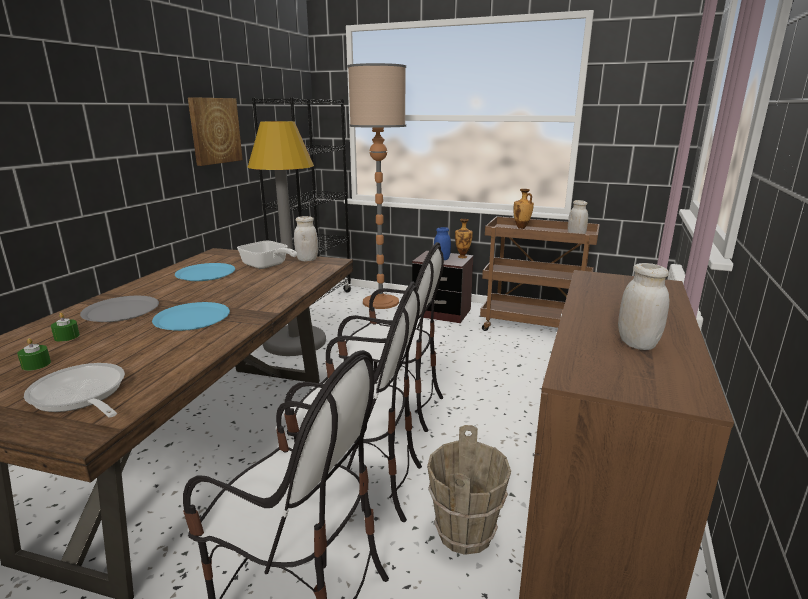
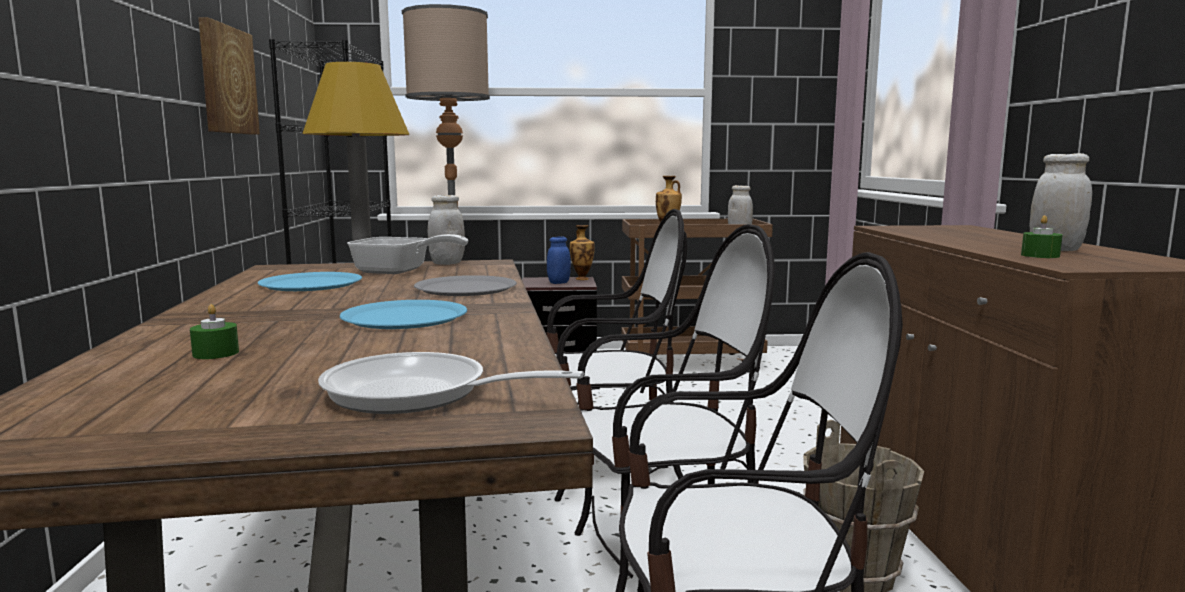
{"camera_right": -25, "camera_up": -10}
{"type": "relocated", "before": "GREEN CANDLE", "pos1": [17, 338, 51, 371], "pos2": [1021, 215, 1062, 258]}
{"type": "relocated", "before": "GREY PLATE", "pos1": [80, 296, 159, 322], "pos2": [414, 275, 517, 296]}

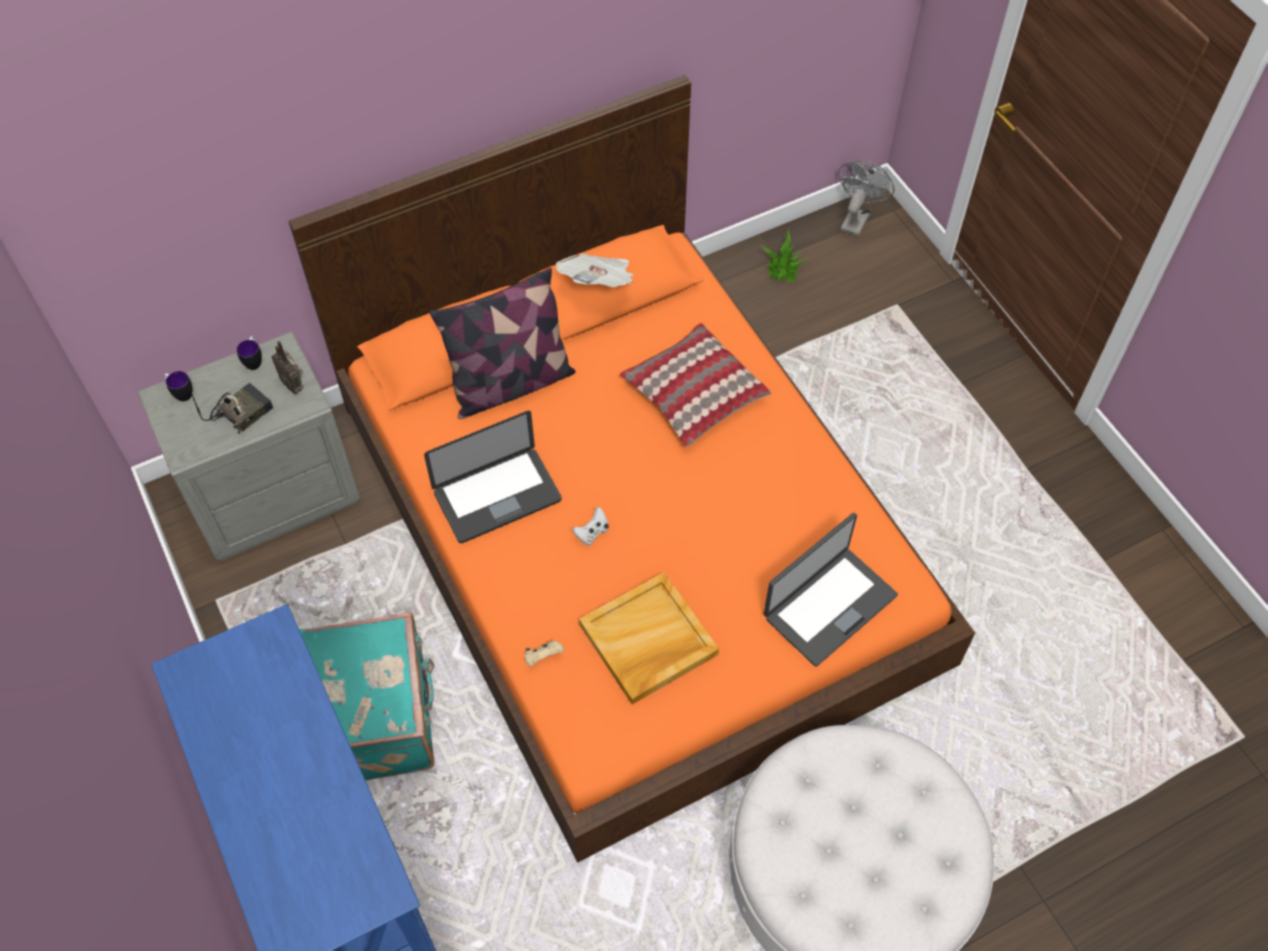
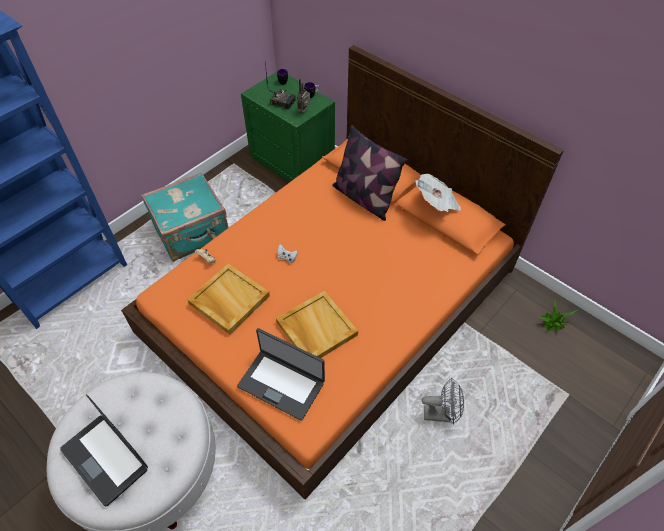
{"camera_right": 70, "camera_up": -5}
{"type": "colour", "before": "GREY NIGHTSTAND", "after": "GREEN NIGHTSTAND", "pos1": [137, 331, 361, 561], "pos2": [241, 72, 335, 183]}
{"type": "relocated", "before": "LAPTOP", "pos1": [424, 411, 562, 543], "pos2": [60, 395, 148, 506]}
{"type": "missing", "before": "PILLOW", "pos1": [620, 323, 771, 447]}
{"type": "relocated", "before": "GREY FAN", "pos1": [838, 160, 894, 237], "pos2": [422, 378, 464, 425]}
{"type": "appeared", "after": "BEIGE TRAY", "pos2": [276, 290, 358, 358]}

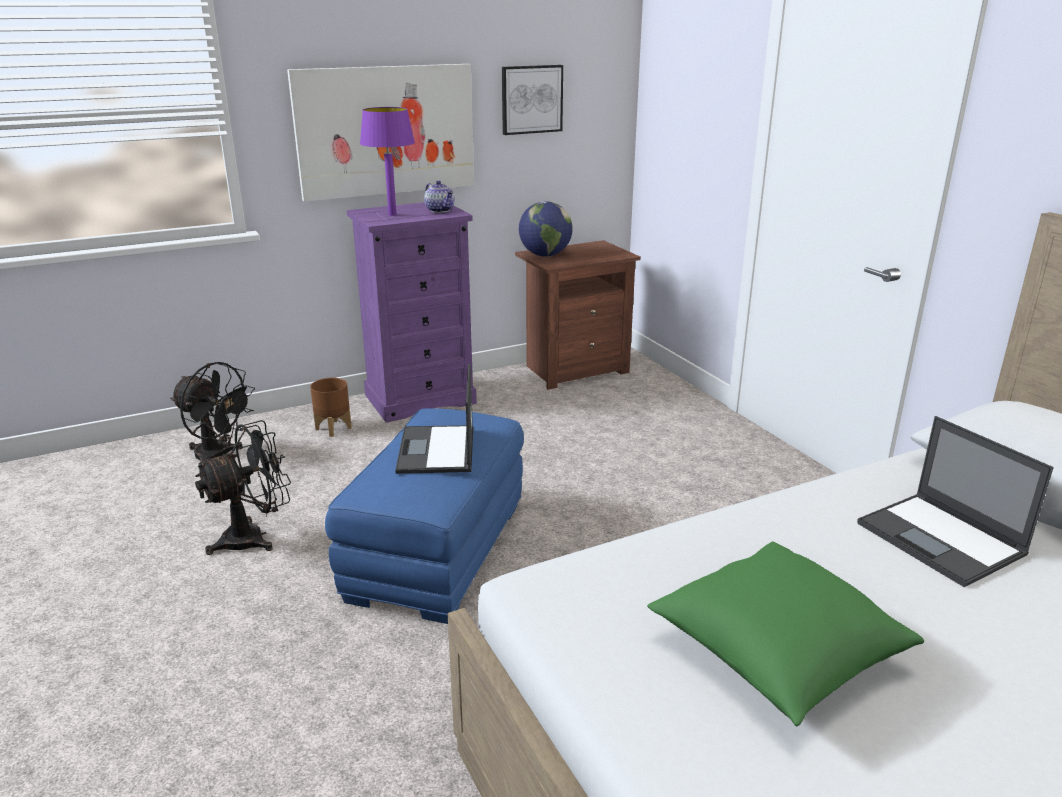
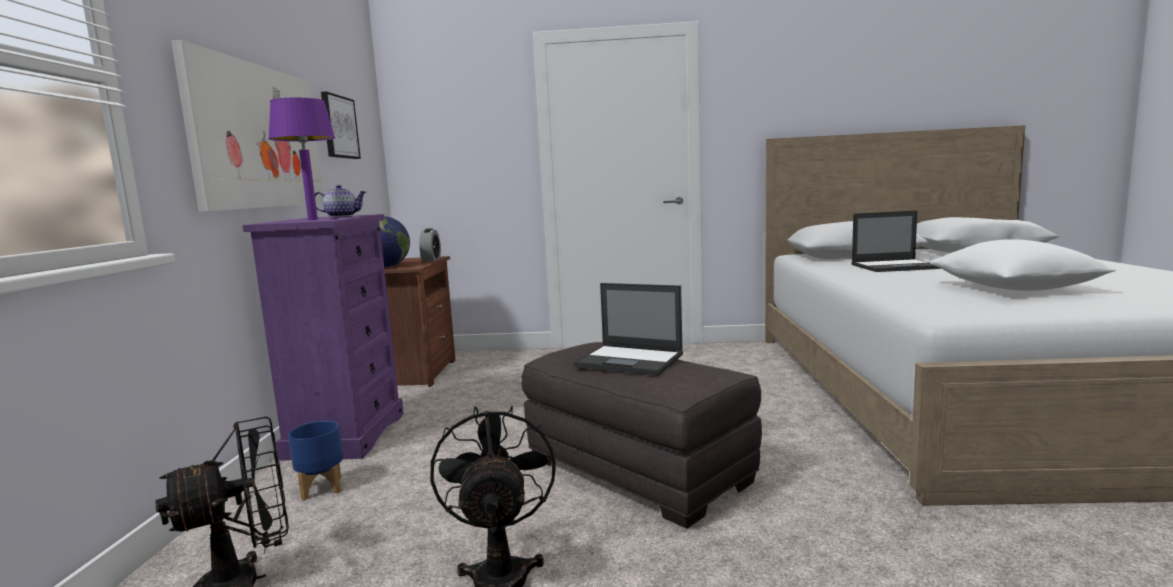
{"camera_right": -60, "camera_up": -15}
{"type": "colour", "before": "BROWN PLANTER", "after": "BLUE PLANTER", "pos1": [310, 378, 352, 437], "pos2": [288, 420, 343, 500]}
{"type": "colour", "before": "BLUE OTTOMAN", "after": "GREY OTTOMAN", "pos1": [325, 408, 524, 624], "pos2": [521, 342, 762, 528]}
{"type": "colour", "before": "GREEN PILLOW", "after": "WHITE PILLOW", "pos1": [647, 542, 924, 726], "pos2": [930, 239, 1115, 291]}
{"type": "appeared", "after": "ALARM CLOCK", "pos2": [419, 228, 441, 261]}

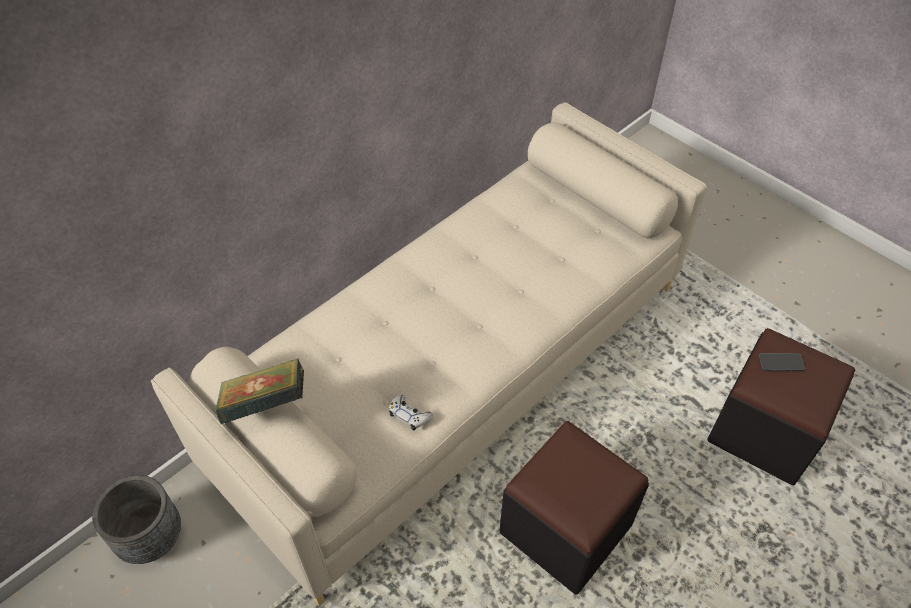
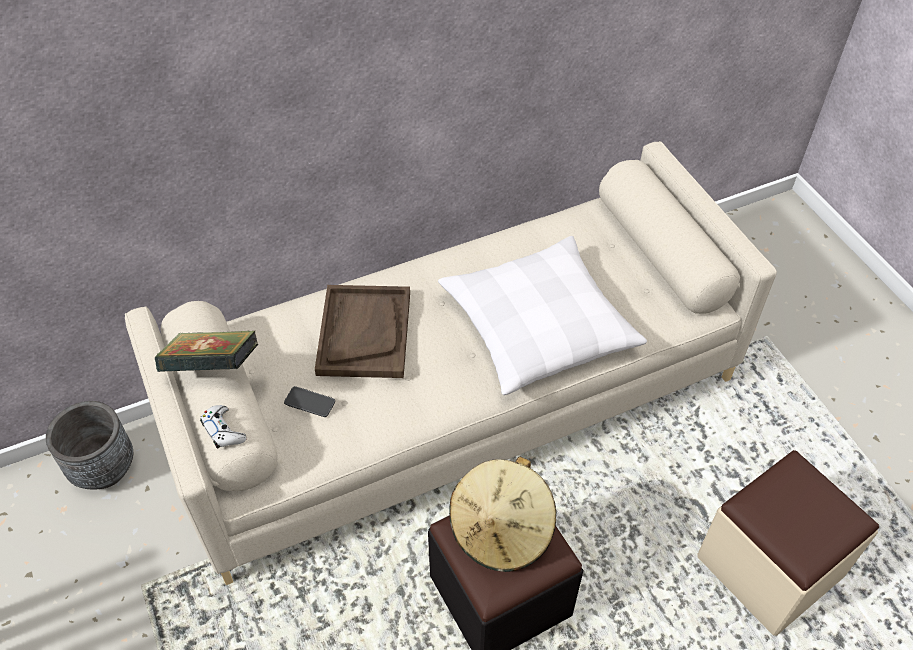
{"camera_right": 20, "camera_up": 0}
{"type": "relocated", "before": "WHITE GAME CONTROLLER", "pos1": [389, 395, 433, 431], "pos2": [200, 405, 246, 449]}
{"type": "colour", "before": "BLACK OTTOMAN", "after": "BEIGE OTTOMAN", "pos1": [707, 328, 855, 485], "pos2": [697, 450, 879, 636]}
{"type": "relocated", "before": "PHONE", "pos1": [758, 353, 805, 371], "pos2": [284, 386, 335, 417]}
{"type": "appeared", "after": "BROWN TRAY", "pos2": [315, 285, 410, 378]}
{"type": "appeared", "after": "WHITE PILLOW", "pos2": [438, 236, 647, 395]}
{"type": "appeared", "after": "BEIGE HAT", "pos2": [449, 457, 556, 572]}

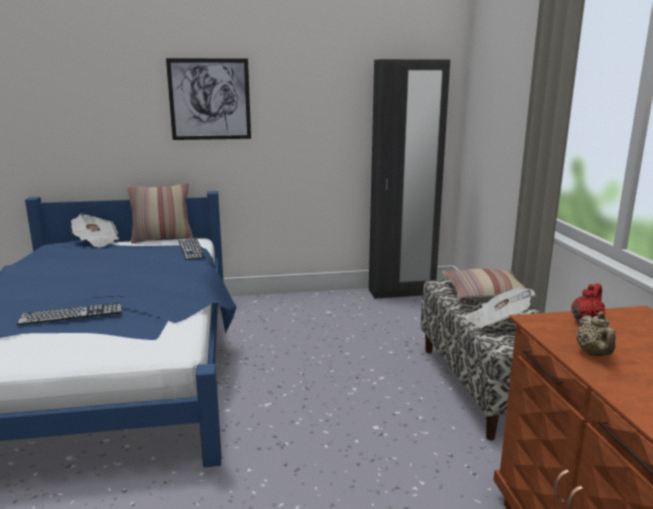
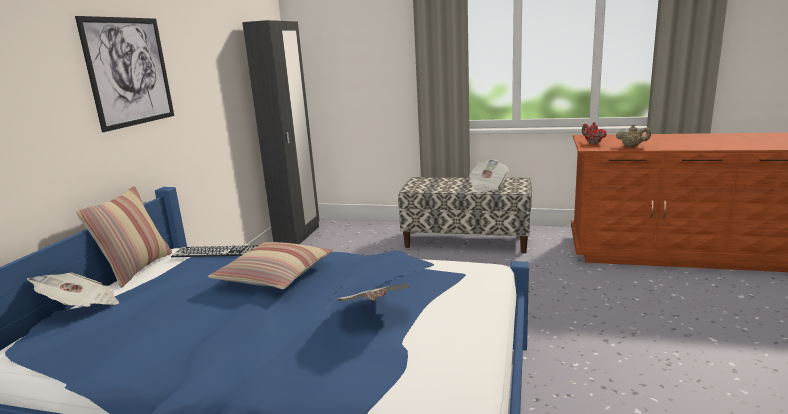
{"camera_right": -65, "camera_up": 0}
{"type": "exchanged", "before": "KEYBOARD", "after": "NEWSPAPER", "pos1": [17, 303, 121, 326], "pos2": [337, 284, 410, 301]}
{"type": "relocated", "before": "PILLOW", "pos1": [442, 269, 537, 301], "pos2": [208, 242, 333, 289]}

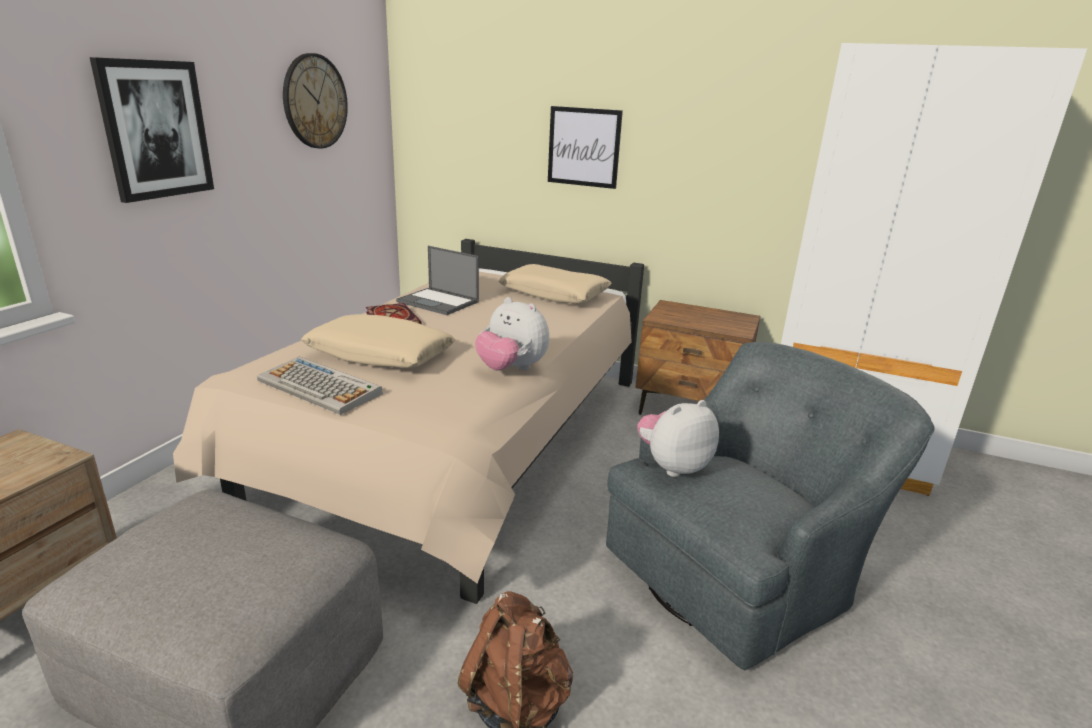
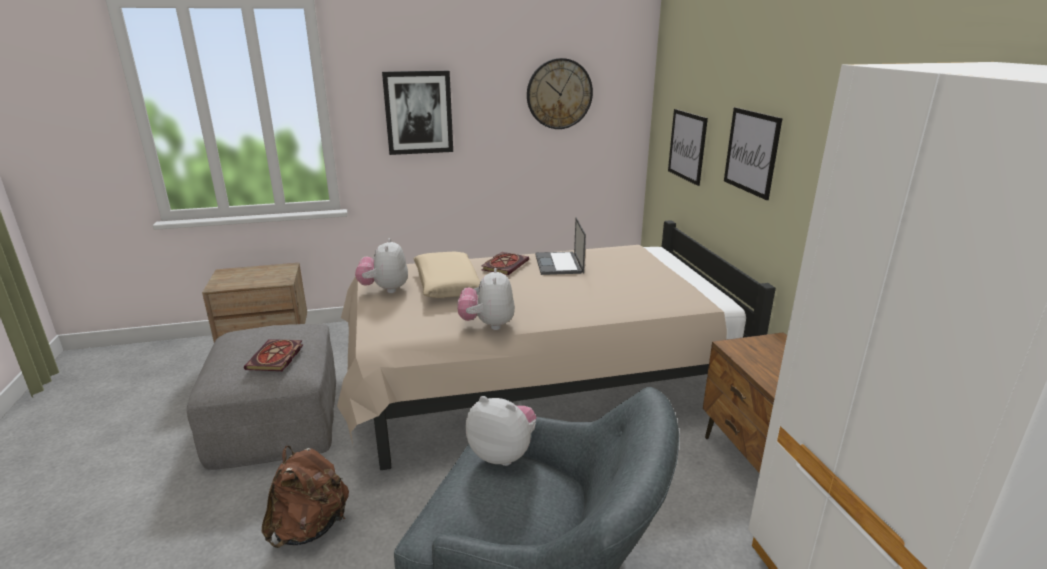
{"camera_right": 55, "camera_up": 0}
{"type": "exchanged", "before": "KEYBOARD", "after": "PLUSH TOY", "pos1": [257, 357, 383, 415], "pos2": [355, 238, 408, 293]}
{"type": "missing", "before": "BEIGE PILLOW", "pos1": [498, 264, 612, 303]}
{"type": "appeared", "after": "BOOK", "pos2": [244, 339, 303, 371]}
{"type": "appeared", "after": "PICTURE", "pos2": [668, 109, 708, 186]}

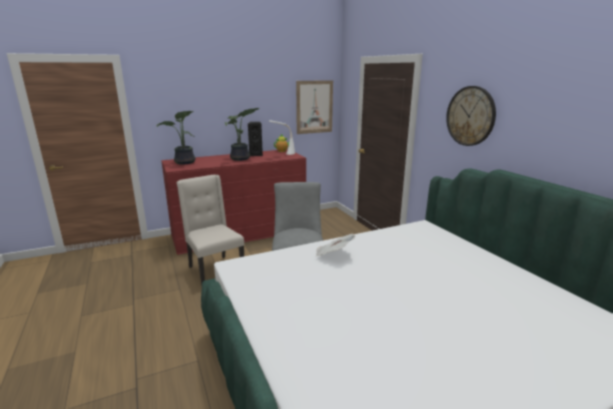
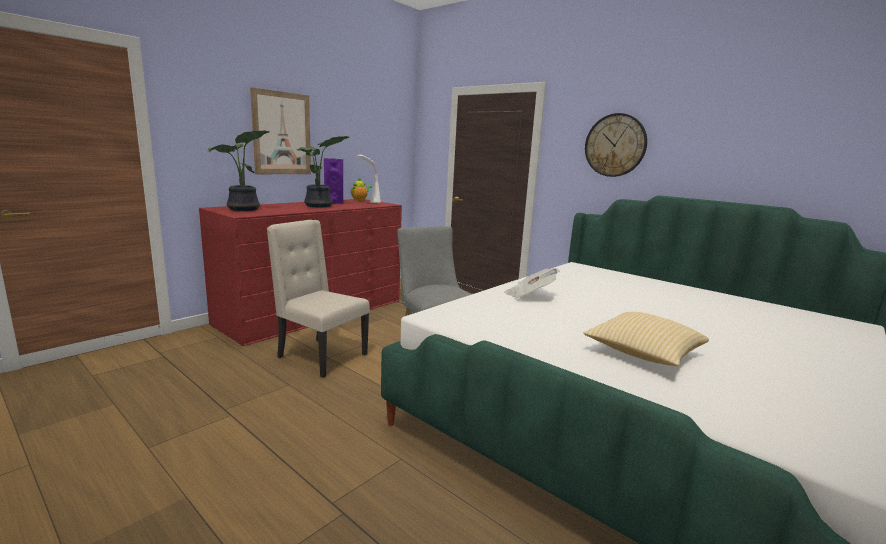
{"camera_right": -25, "camera_up": -5}
{"type": "colour", "before": "BLACK SPEAKER", "after": "PURPLE SPEAKER", "pos1": [248, 122, 263, 156], "pos2": [324, 158, 343, 204]}
{"type": "relocated", "before": "PICTURE", "pos1": [296, 80, 333, 134], "pos2": [250, 87, 311, 174]}
{"type": "appeared", "after": "PILLOW", "pos2": [583, 312, 709, 366]}

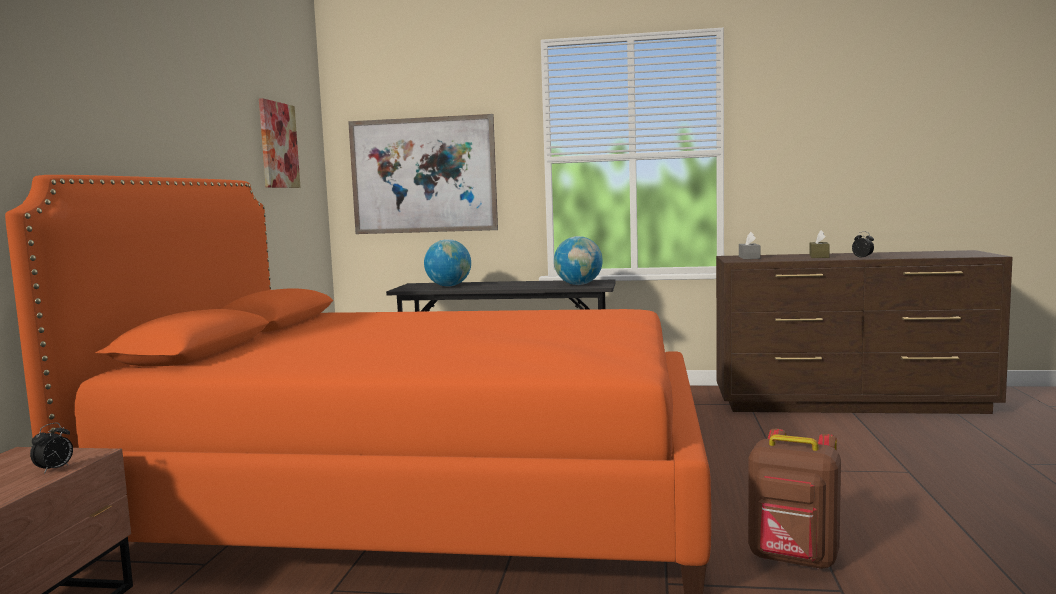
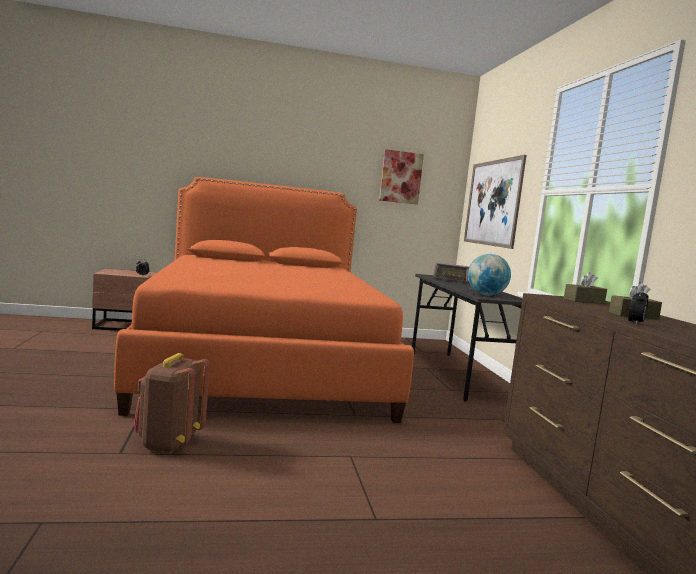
{"camera_right": 70, "camera_up": 0}
{"type": "exchanged", "before": "GLOBE", "after": "RADIO", "pos1": [424, 239, 471, 286], "pos2": [433, 262, 469, 282]}
{"type": "colour", "before": "GREY TISSUE BOX", "after": "BROWN TISSUE BOX", "pos1": [739, 232, 760, 259], "pos2": [564, 272, 607, 304]}

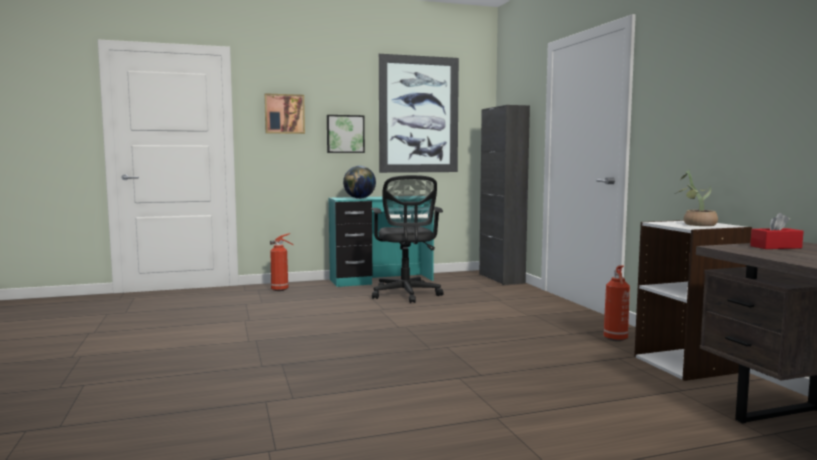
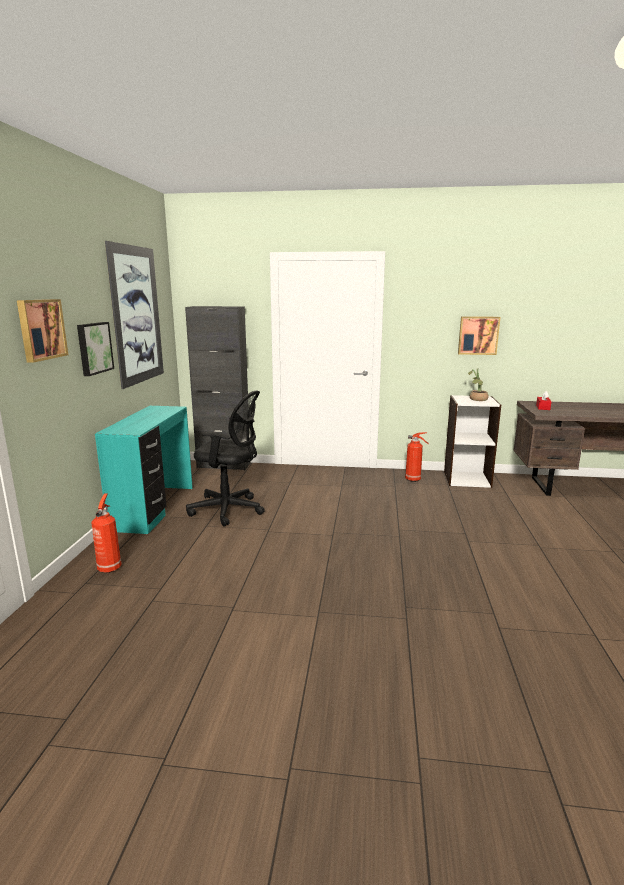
{"camera_right": -65, "camera_up": 10}
{"type": "missing", "before": "GLOBE", "pos1": [343, 166, 376, 199]}
{"type": "appeared", "after": "PICTURE", "pos2": [458, 316, 501, 355]}

